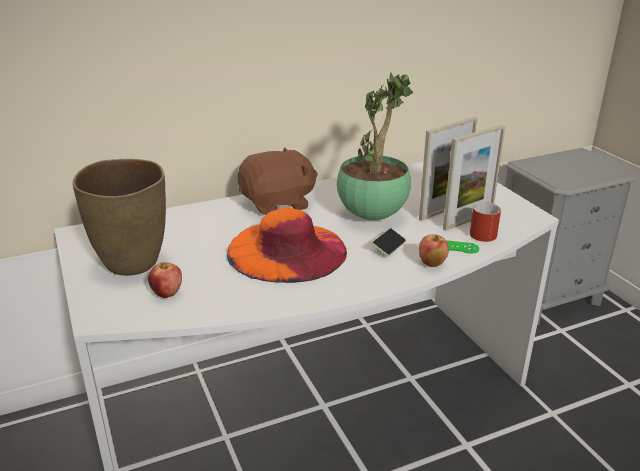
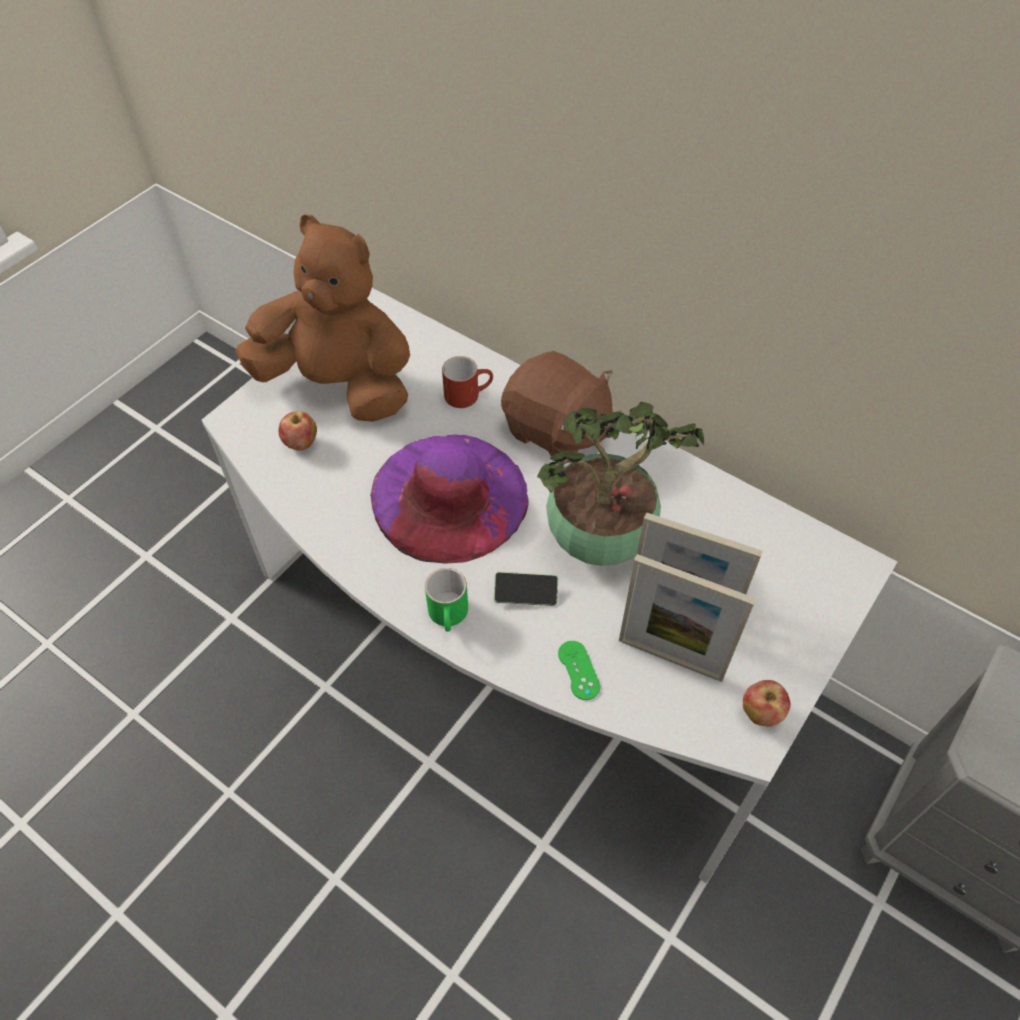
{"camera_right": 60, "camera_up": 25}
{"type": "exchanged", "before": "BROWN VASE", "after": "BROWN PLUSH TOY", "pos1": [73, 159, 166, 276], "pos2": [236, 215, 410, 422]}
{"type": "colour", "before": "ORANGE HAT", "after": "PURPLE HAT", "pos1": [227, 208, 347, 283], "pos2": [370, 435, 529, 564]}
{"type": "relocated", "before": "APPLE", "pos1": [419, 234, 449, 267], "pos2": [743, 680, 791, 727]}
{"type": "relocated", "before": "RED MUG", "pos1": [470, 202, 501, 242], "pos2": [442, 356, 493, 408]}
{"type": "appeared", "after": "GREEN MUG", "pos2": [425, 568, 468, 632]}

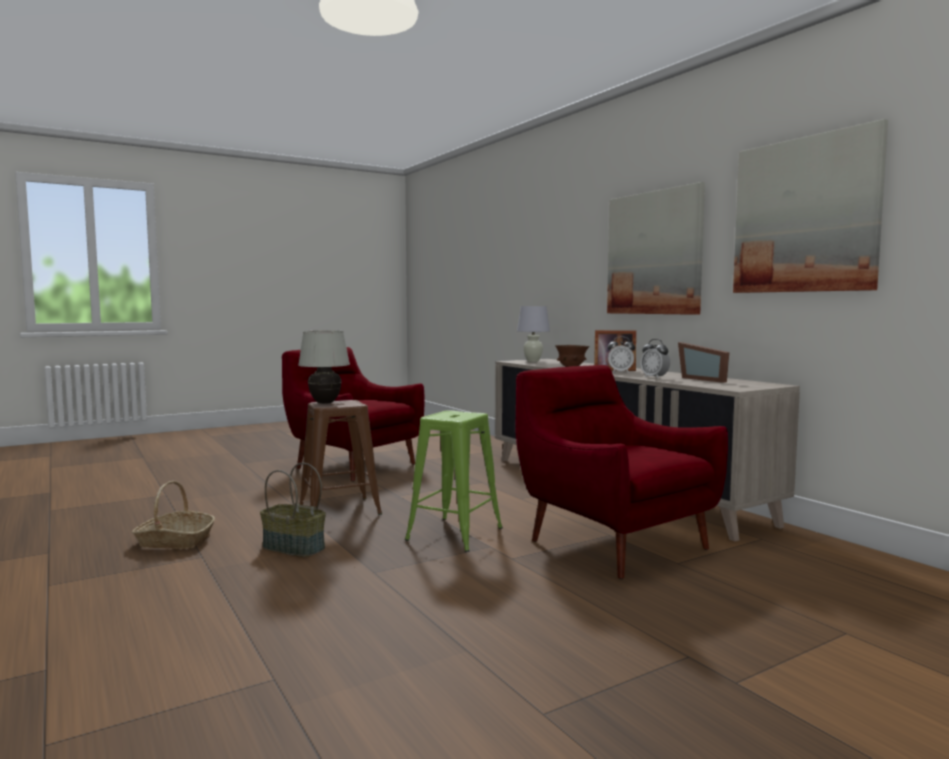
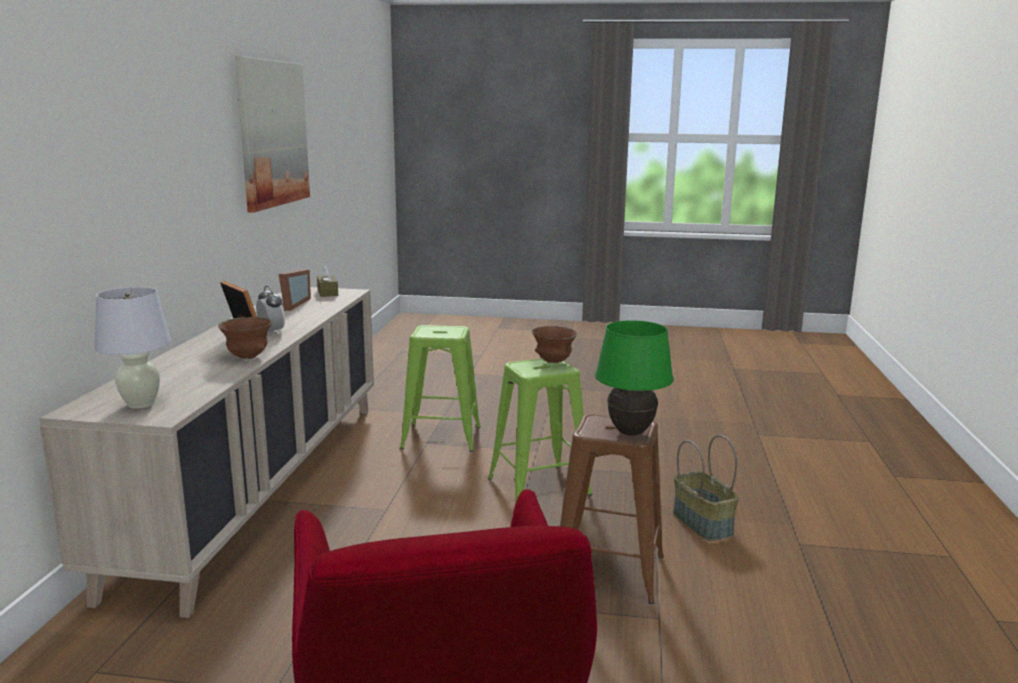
{"camera_right": -140, "camera_up": 10}
{"type": "missing", "before": "BASKET", "pos1": [132, 481, 215, 549]}
{"type": "colour", "before": "WHITE TABLE LAMP", "after": "GREEN TABLE LAMP", "pos1": [298, 331, 350, 404], "pos2": [595, 320, 673, 436]}
{"type": "exchanged", "before": "RED ARMCHAIR", "after": "GREEN STOOL", "pos1": [515, 365, 728, 579], "pos2": [400, 325, 481, 452]}
{"type": "missing", "before": "PICTURE", "pos1": [607, 182, 705, 315]}
{"type": "missing", "before": "ALARM CLOCK", "pos1": [641, 339, 670, 378]}
{"type": "appeared", "after": "BROWN TISSUE BOX", "pos2": [317, 265, 338, 297]}
{"type": "appeared", "after": "BROWN BOWL", "pos2": [532, 326, 578, 363]}

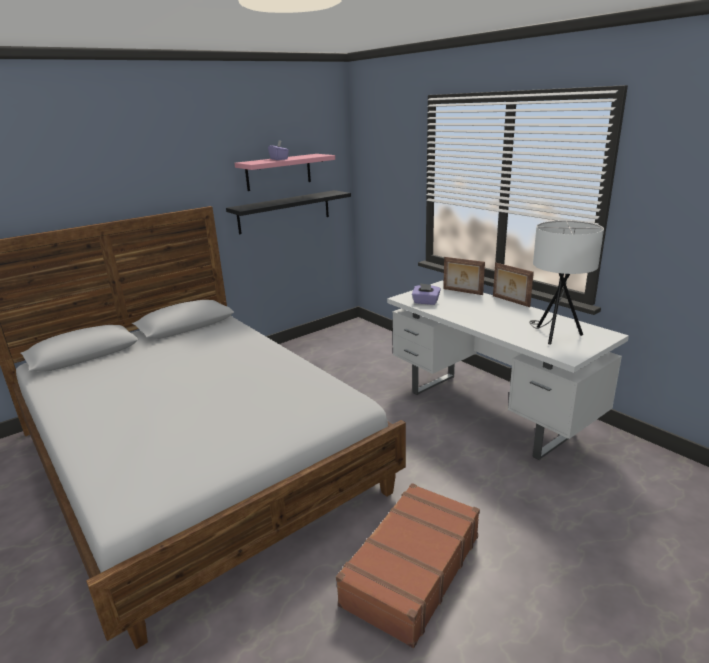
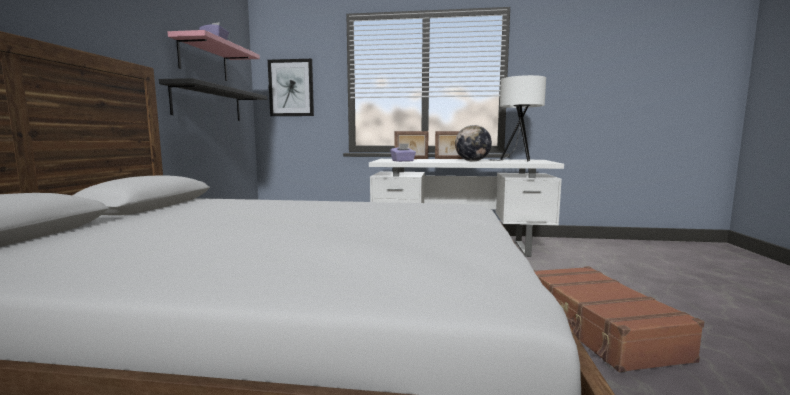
{"camera_right": -45, "camera_up": -15}
{"type": "appeared", "after": "PICTURE", "pos2": [268, 59, 314, 116]}
{"type": "appeared", "after": "GLOBE", "pos2": [455, 125, 492, 162]}

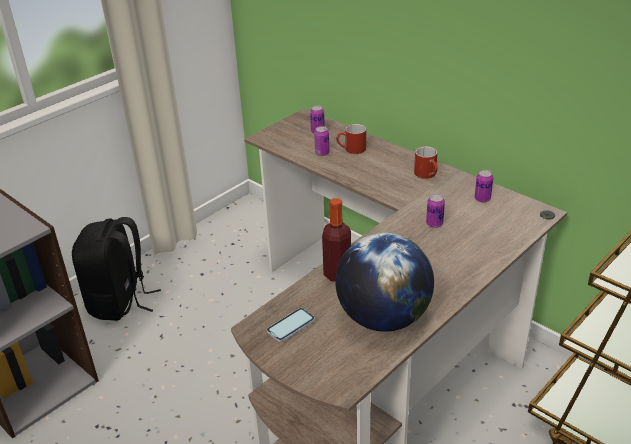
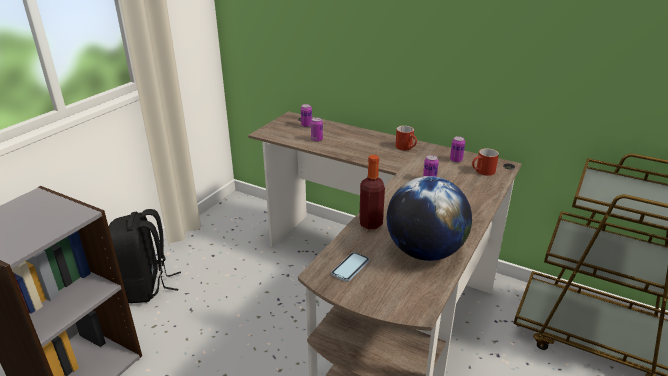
{"camera_right": -15, "camera_up": -5}
{"type": "relocated", "before": "RED MUG", "pos1": [336, 124, 366, 154], "pos2": [472, 148, 499, 176]}

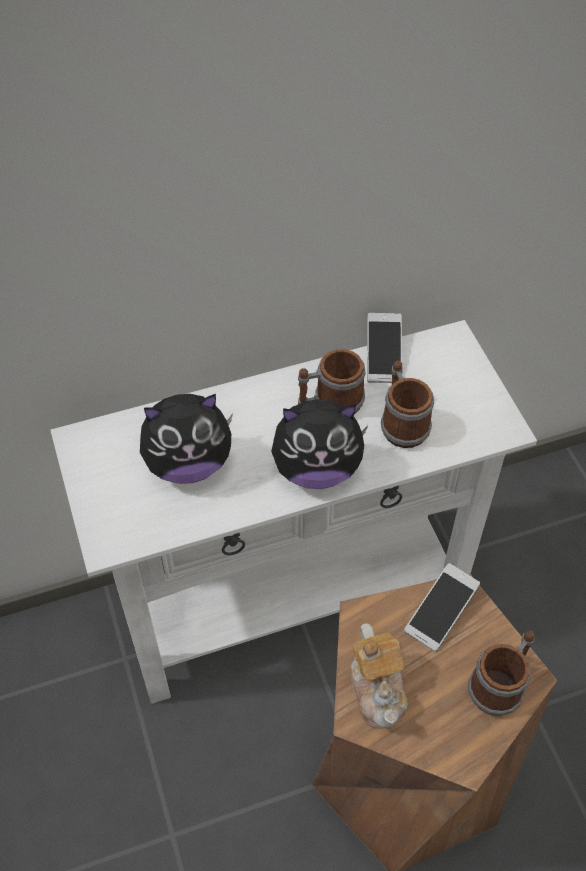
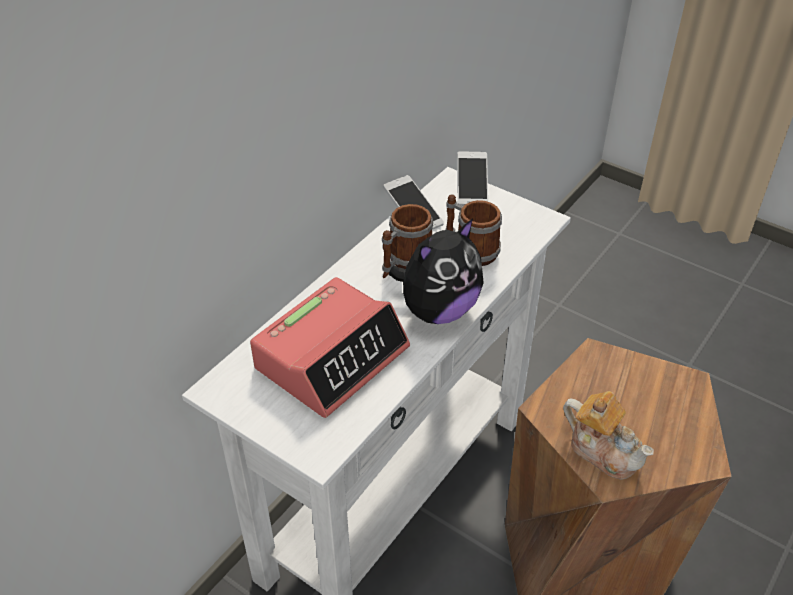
{"camera_right": -35, "camera_up": -10}
{"type": "exchanged", "before": "PLUSH TOY", "after": "ALARM CLOCK", "pos1": [140, 394, 233, 484], "pos2": [250, 277, 410, 418]}
{"type": "relocated", "before": "PHONE", "pos1": [404, 563, 480, 652], "pos2": [457, 151, 488, 206]}
{"type": "missing", "before": "MUG", "pos1": [468, 630, 535, 716]}

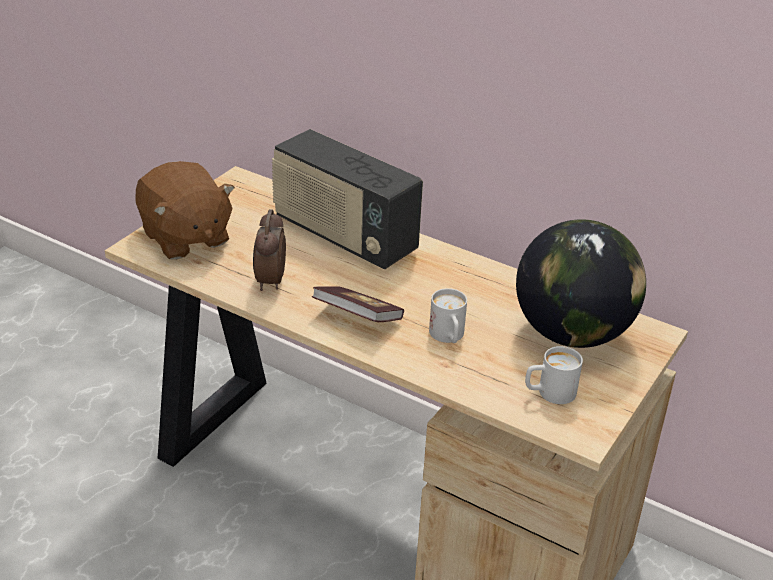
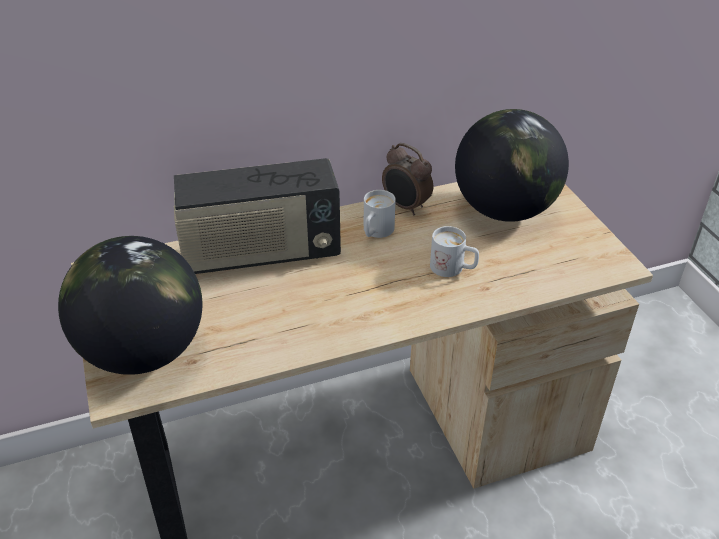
{"camera_right": -50, "camera_up": 5}
{"type": "exchanged", "before": "BROWN PLUSH TOY", "after": "GLOBE", "pos1": [136, 161, 235, 260], "pos2": [58, 236, 202, 375]}
{"type": "relocated", "before": "ALARM CLOCK", "pos1": [253, 209, 286, 291], "pos2": [382, 143, 433, 216]}
{"type": "missing", "before": "BOOK", "pos1": [312, 286, 404, 322]}
{"type": "relocated", "before": "WHITE MUG", "pos1": [525, 346, 583, 404], "pos2": [364, 190, 396, 238]}

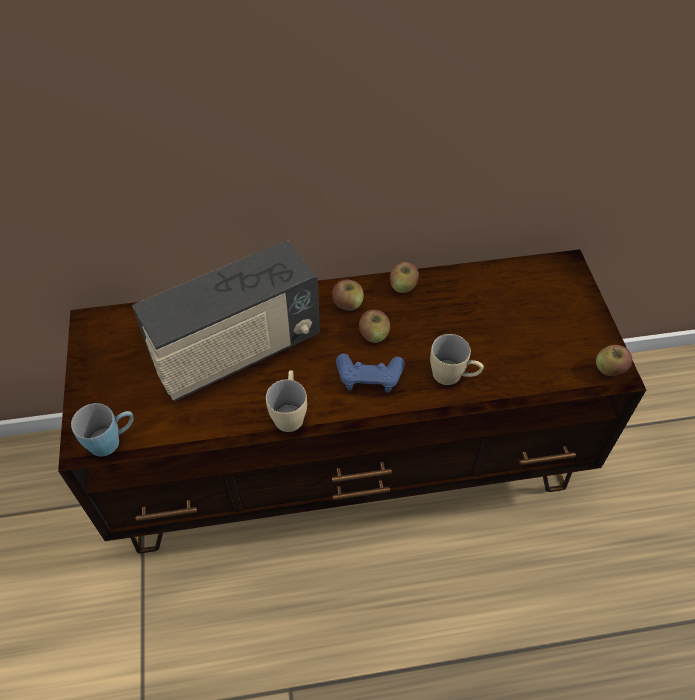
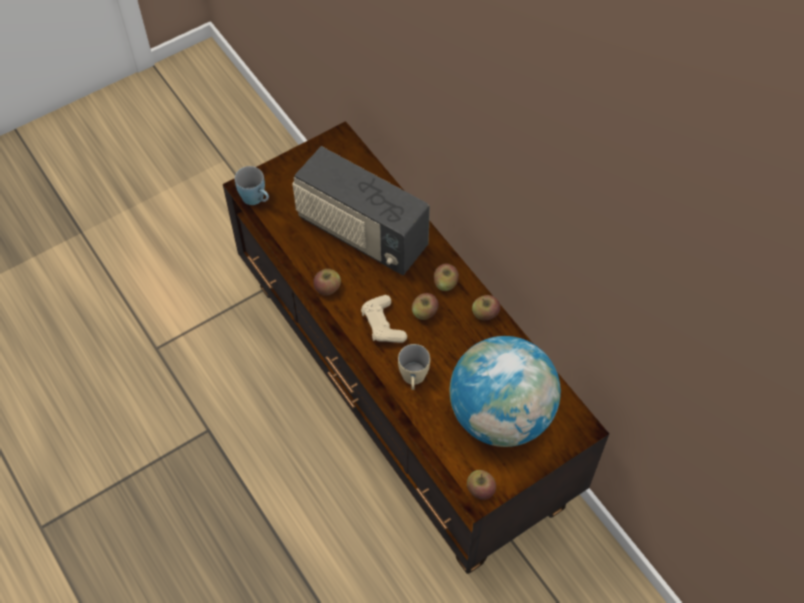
{"camera_right": 65, "camera_up": 5}
{"type": "exchanged", "before": "BEIGE MUG", "after": "APPLE", "pos1": [266, 370, 307, 432], "pos2": [313, 269, 341, 295]}
{"type": "colour", "before": "BLUE GAME CONTROLLER", "after": "BEIGE GAME CONTROLLER", "pos1": [336, 353, 405, 393], "pos2": [361, 295, 407, 343]}
{"type": "appeared", "after": "GLOBE", "pos2": [450, 336, 561, 447]}

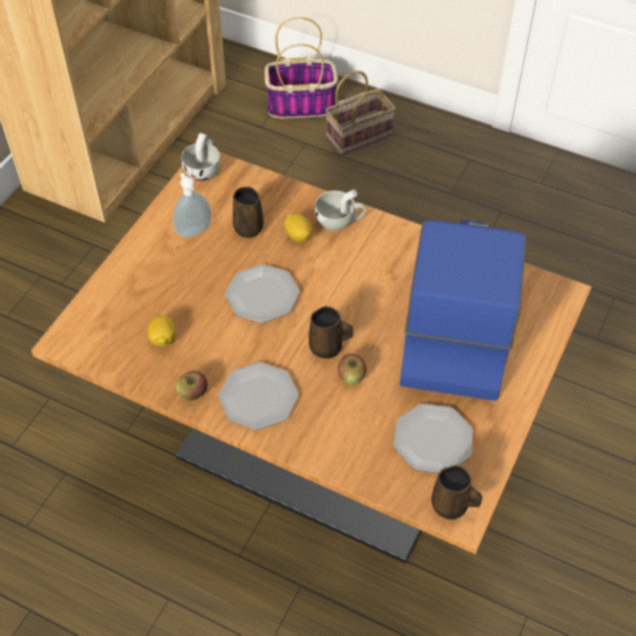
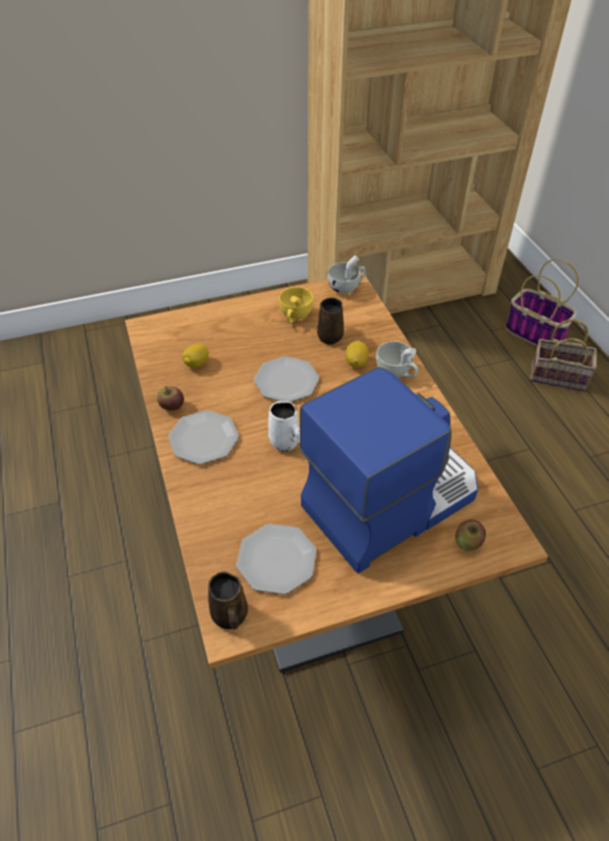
{"camera_right": 45, "camera_up": -5}
{"type": "exchanged", "before": "SOAP DISPENSER", "after": "YELLOW CUP", "pos1": [173, 173, 211, 238], "pos2": [279, 287, 313, 324]}
{"type": "colour", "before": "BROWN MUG", "after": "WHITE MUG", "pos1": [309, 306, 353, 359], "pos2": [268, 401, 300, 452]}
{"type": "relocated", "before": "APPLE", "pos1": [338, 354, 366, 385], "pos2": [455, 520, 486, 551]}

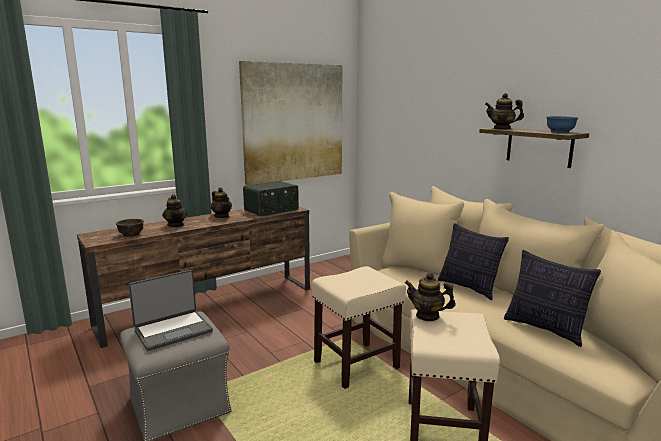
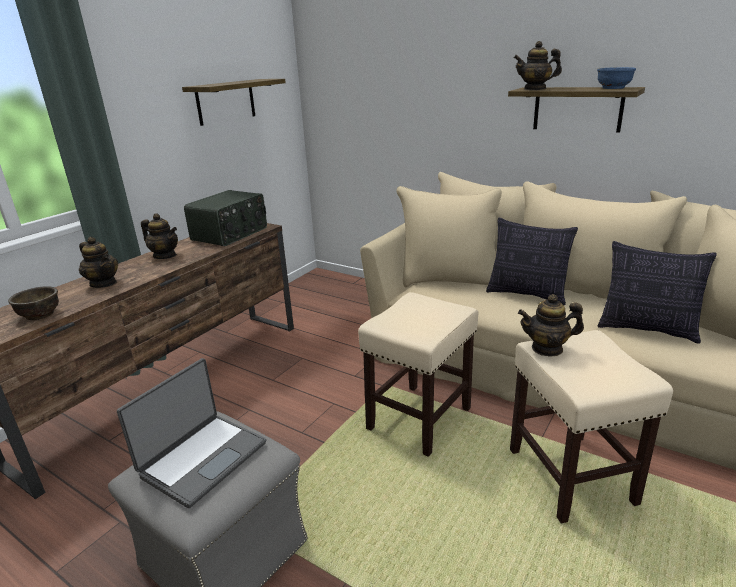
{"camera_right": -20, "camera_up": 10}
{"type": "exchanged", "before": "PICTURE", "after": "SHELF", "pos1": [239, 61, 342, 185], "pos2": [182, 79, 286, 126]}

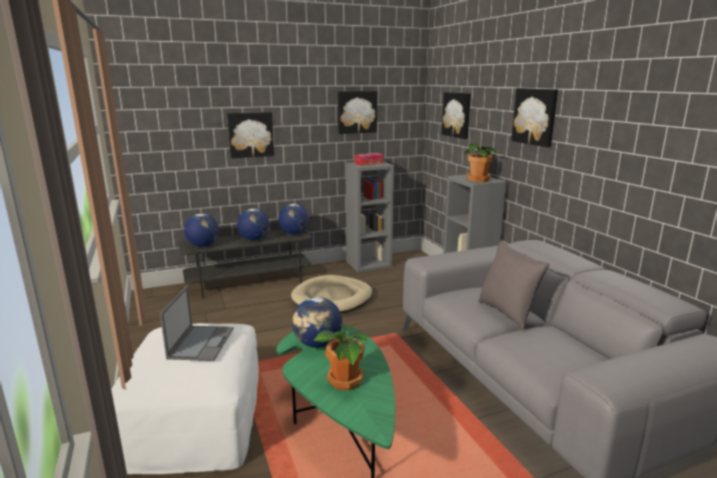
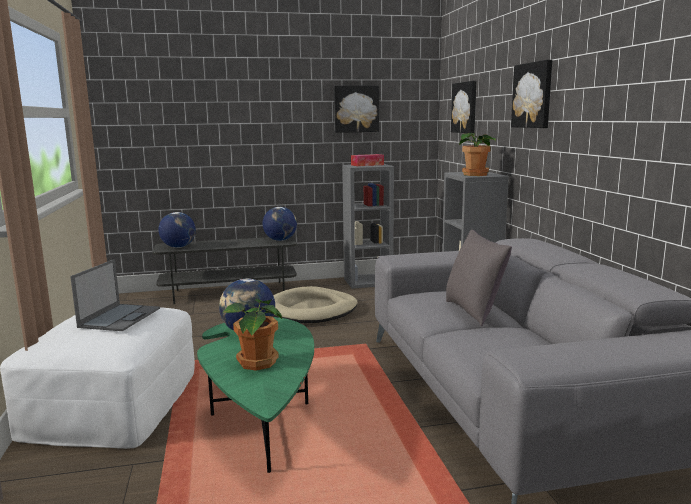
{"camera_right": 10, "camera_up": -5}
{"type": "missing", "before": "PICTURE", "pos1": [227, 112, 274, 158]}
{"type": "missing", "before": "GLOBE", "pos1": [237, 208, 270, 240]}

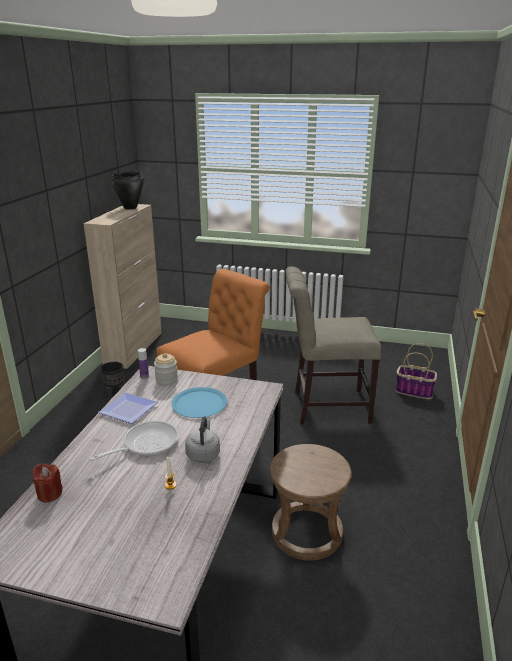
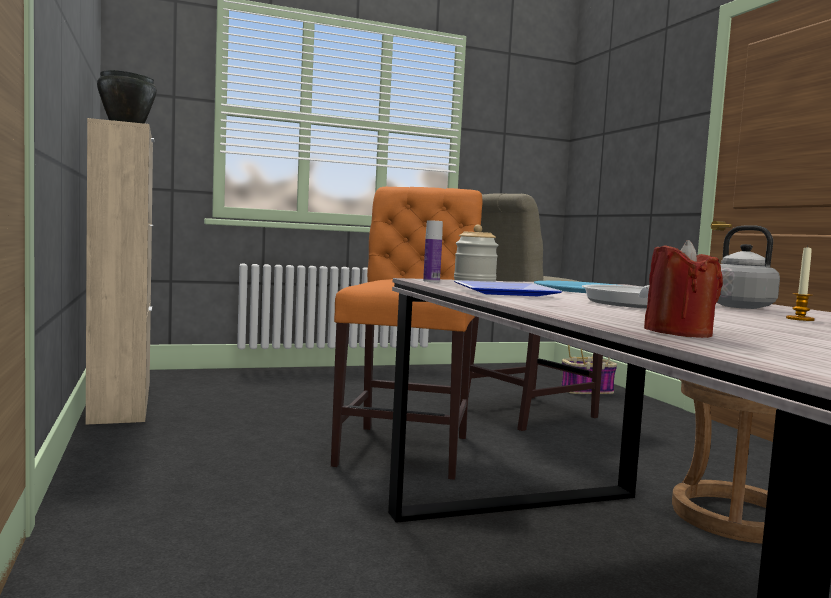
{"camera_right": -35, "camera_up": -20}
{"type": "missing", "before": "BLACK PLANTER", "pos1": [100, 362, 125, 399]}

